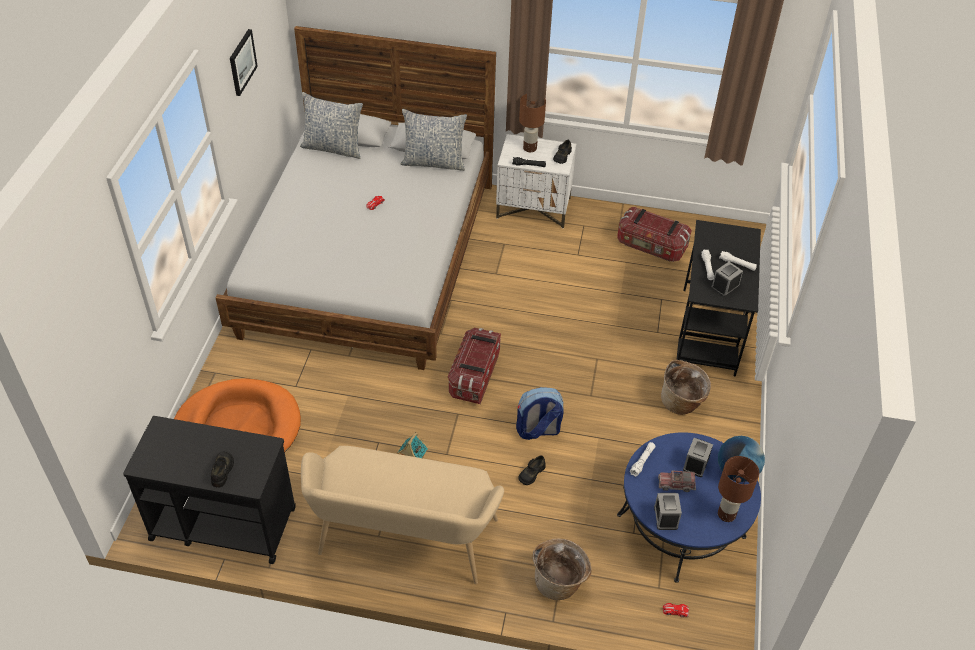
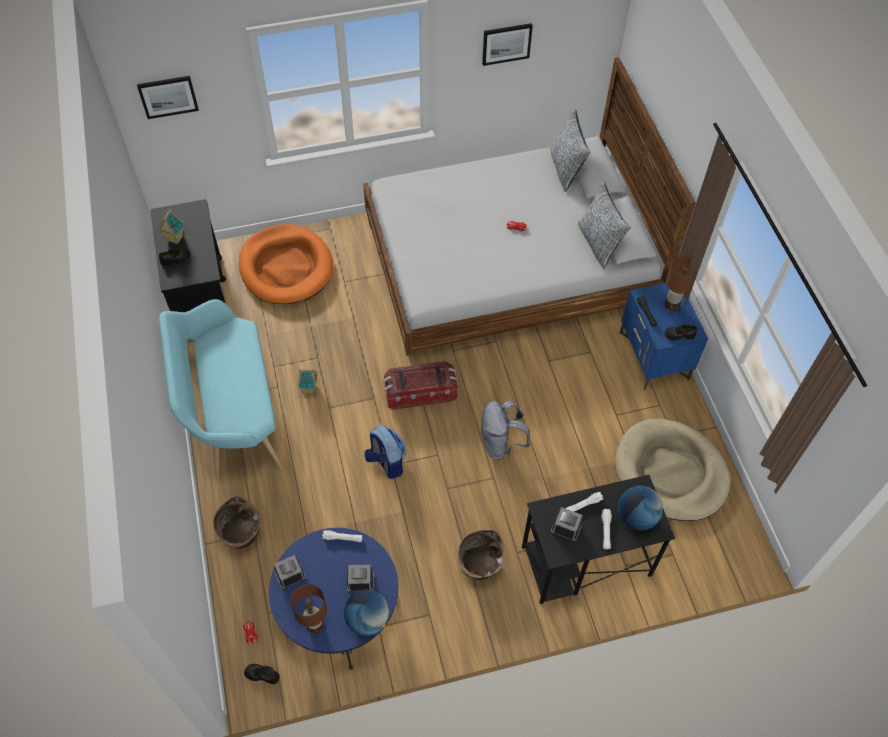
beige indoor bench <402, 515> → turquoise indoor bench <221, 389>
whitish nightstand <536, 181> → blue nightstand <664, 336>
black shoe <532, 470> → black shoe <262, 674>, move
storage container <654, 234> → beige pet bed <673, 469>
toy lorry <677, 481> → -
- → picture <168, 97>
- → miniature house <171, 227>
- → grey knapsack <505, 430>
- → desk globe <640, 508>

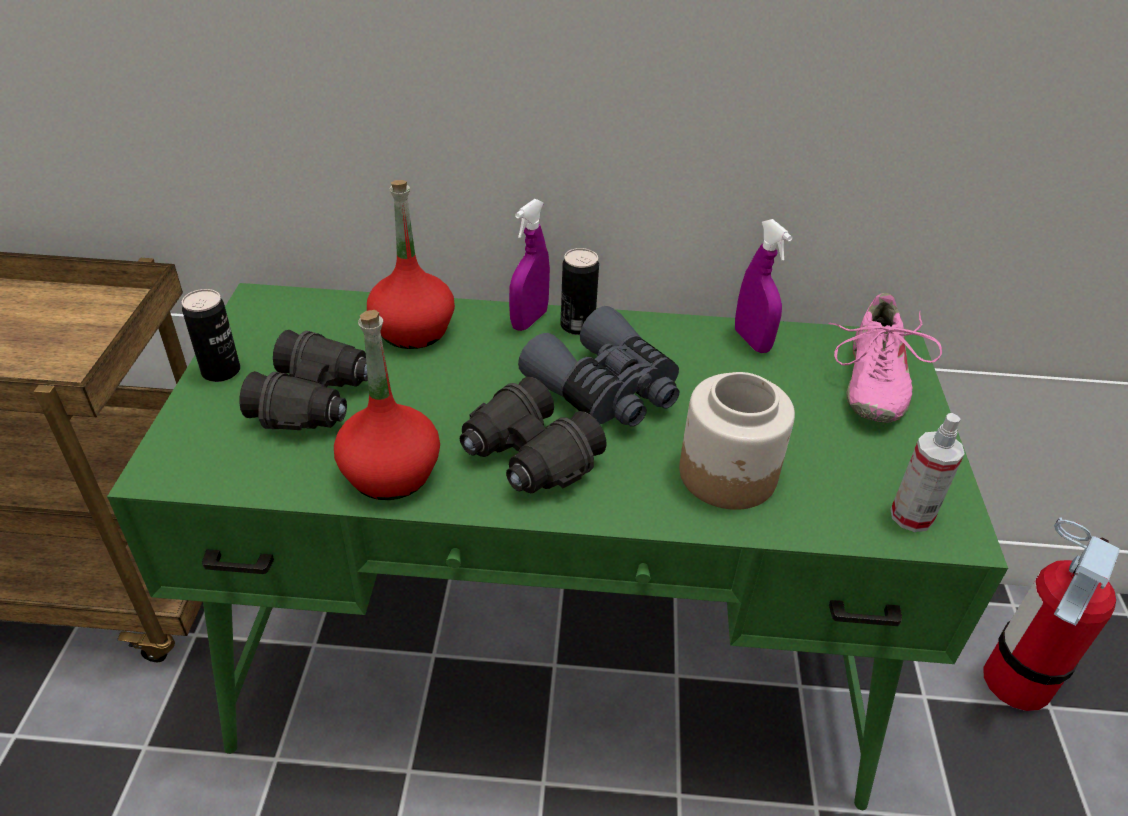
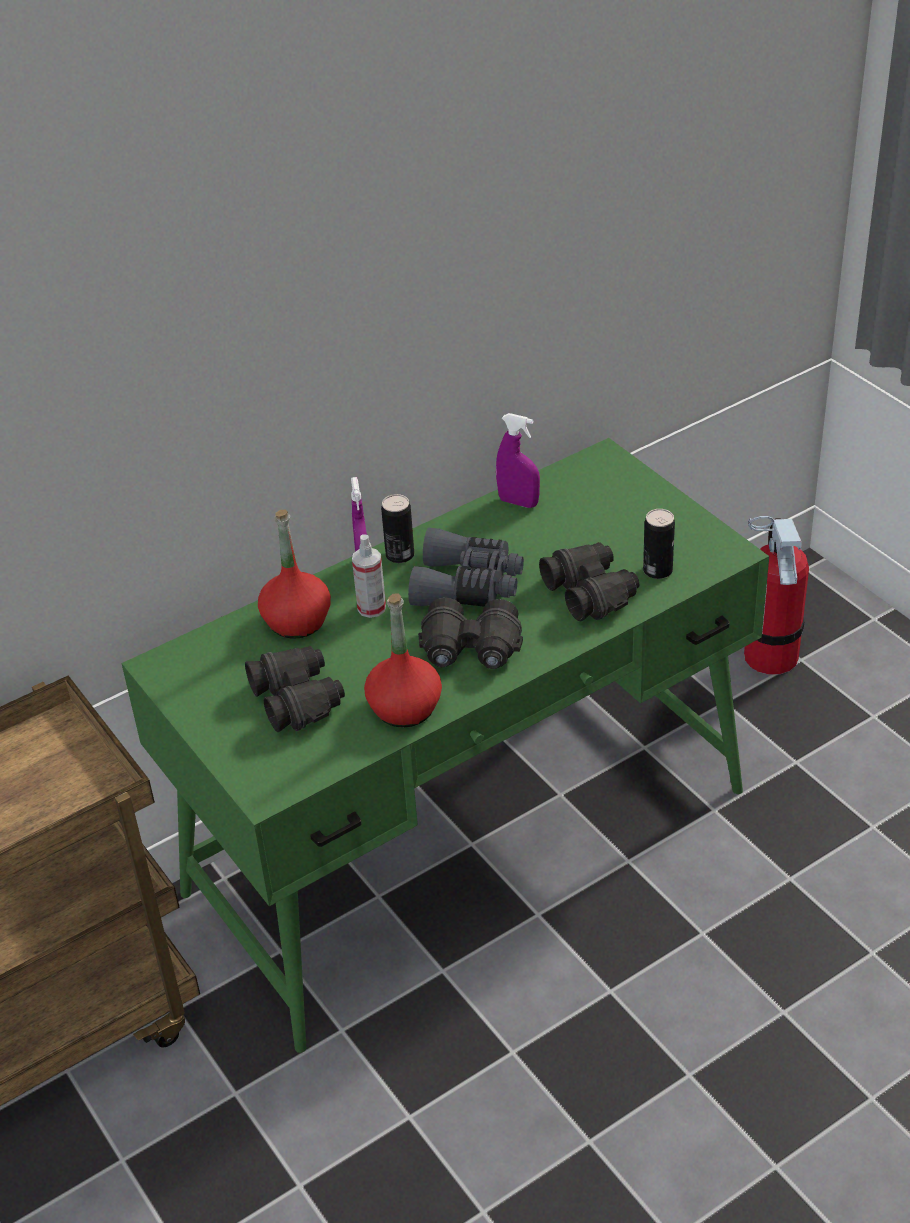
metal can <211, 335> → metal can <659, 544>, move
jar <737, 441> → black field glasses <589, 581>
pink shoe <885, 357> → -
sprayer <928, 472> → sprayer <369, 576>, move

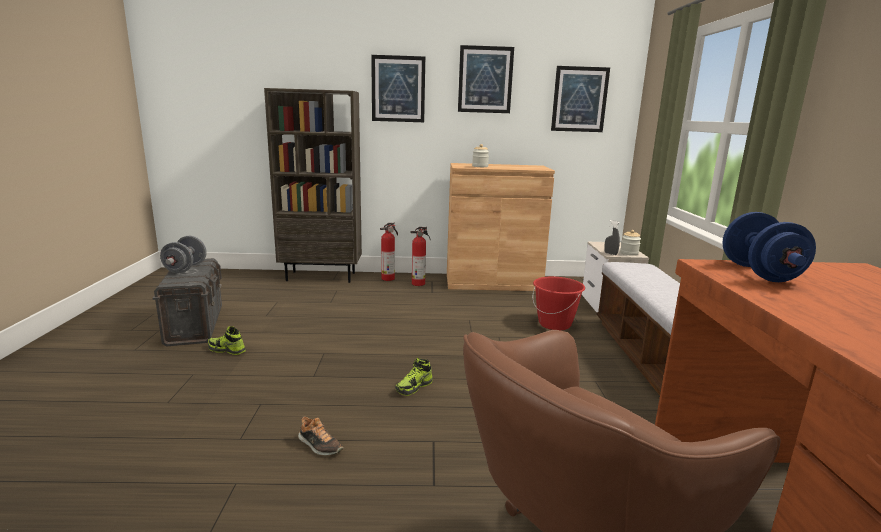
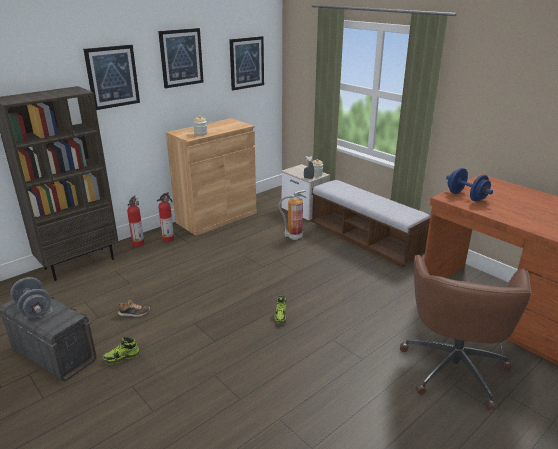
shoe <320, 436> → shoe <134, 308>, move
red pail <559, 303> → extinguisher <292, 215>

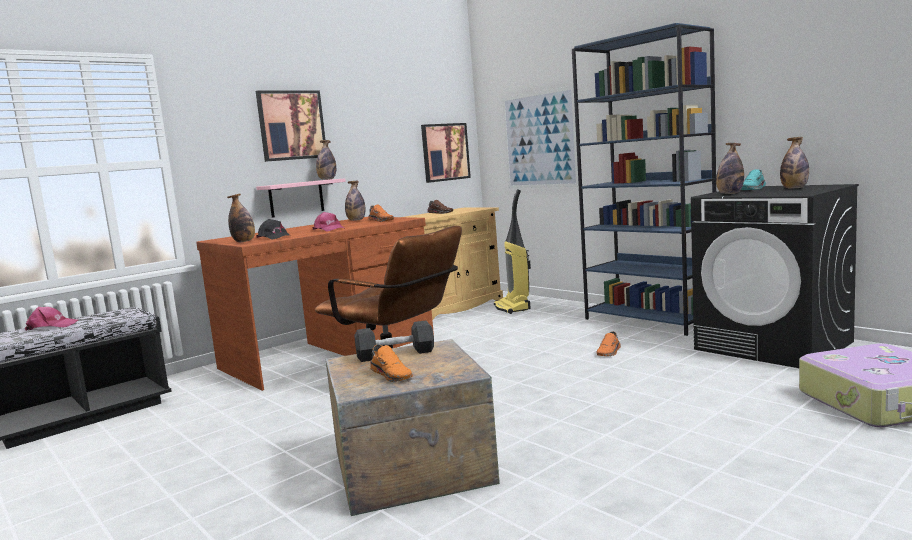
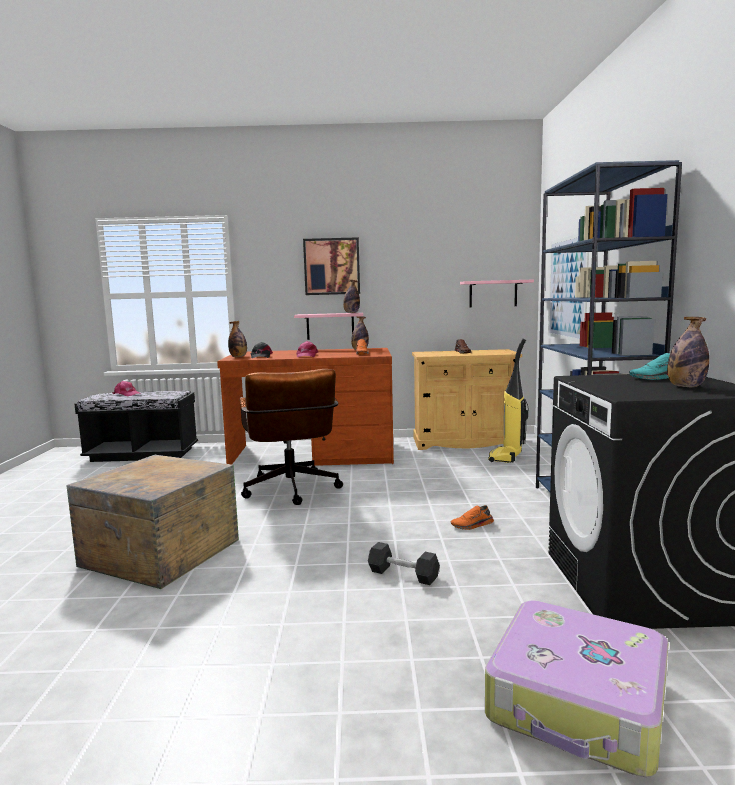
black free weight <394, 341> → black free weight <404, 563>, move
orange-coloured shoe <391, 363> → -
picture <446, 153> → pink wall shelf <497, 294>
drink bottle <730, 168> → -

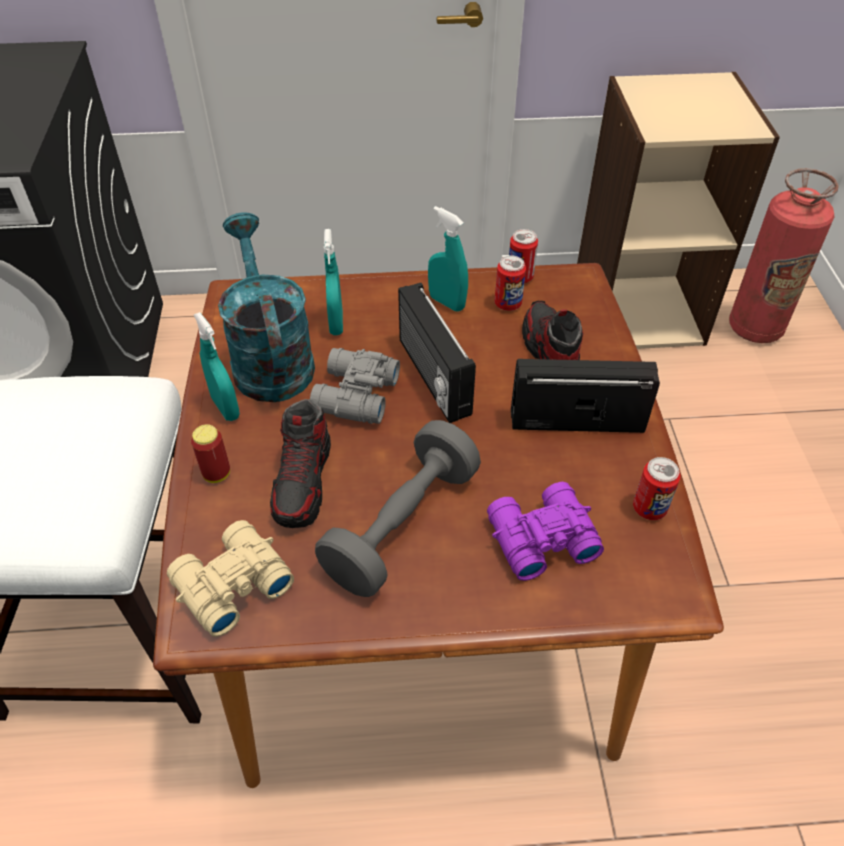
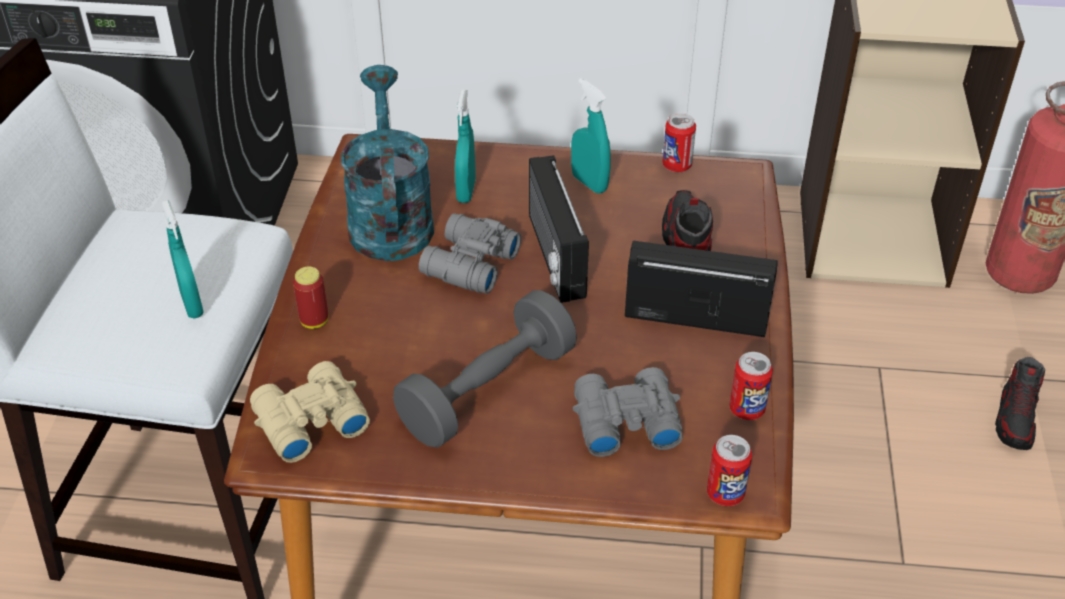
turquoise sprayer <217, 366> → turquoise sprayer <183, 259>, move
shoe <300, 463> → shoe <1020, 403>, move
purple-coloured field glasses <545, 531> → grey field glasses <628, 412>
metal can <510, 283> → metal can <729, 470>, move

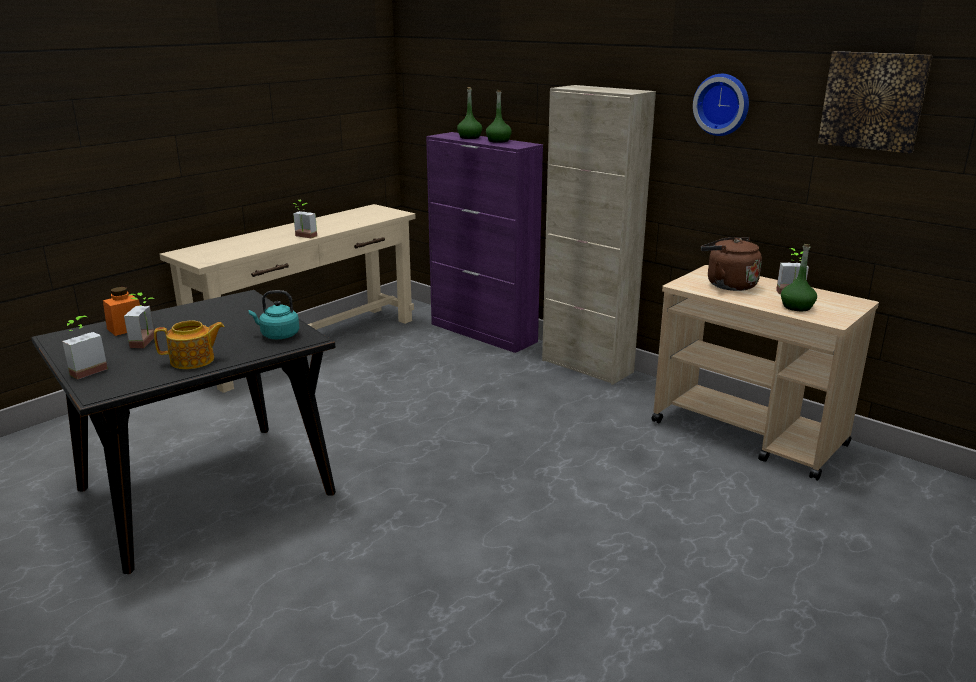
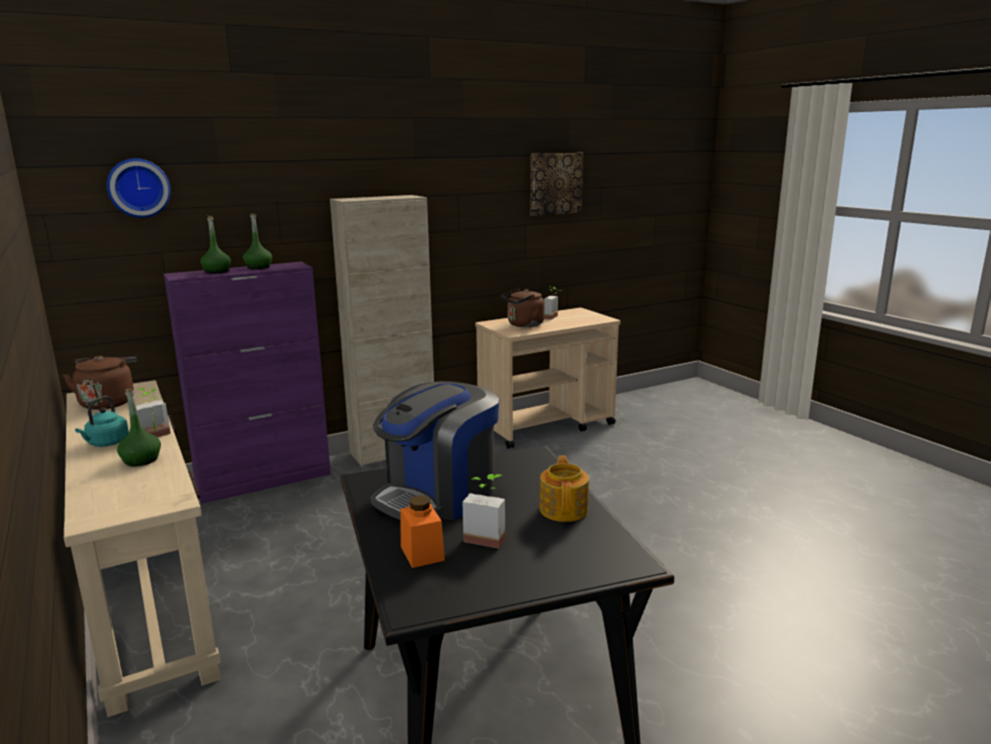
plant in a pot <85, 347> → -
turquoise tea kettle <274, 314> → turquoise tea kettle <102, 421>, move
wall clock <721, 105> → wall clock <139, 188>, move
green-coloured drink bottle <799, 277> → green-coloured drink bottle <139, 427>, move
- → brown-coloured tea kettle <100, 383>
- → coffee brewer <434, 450>

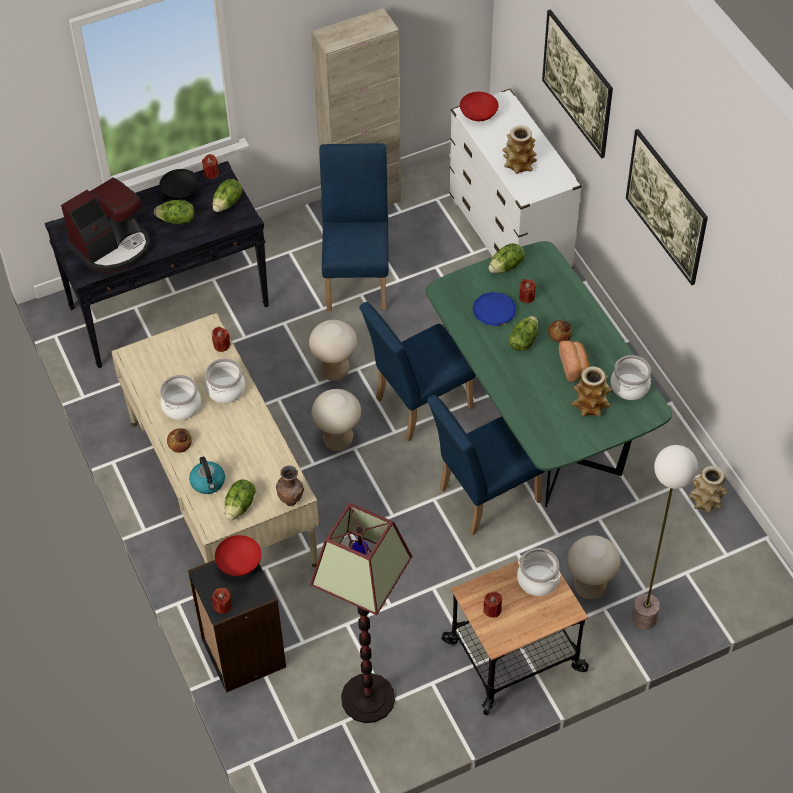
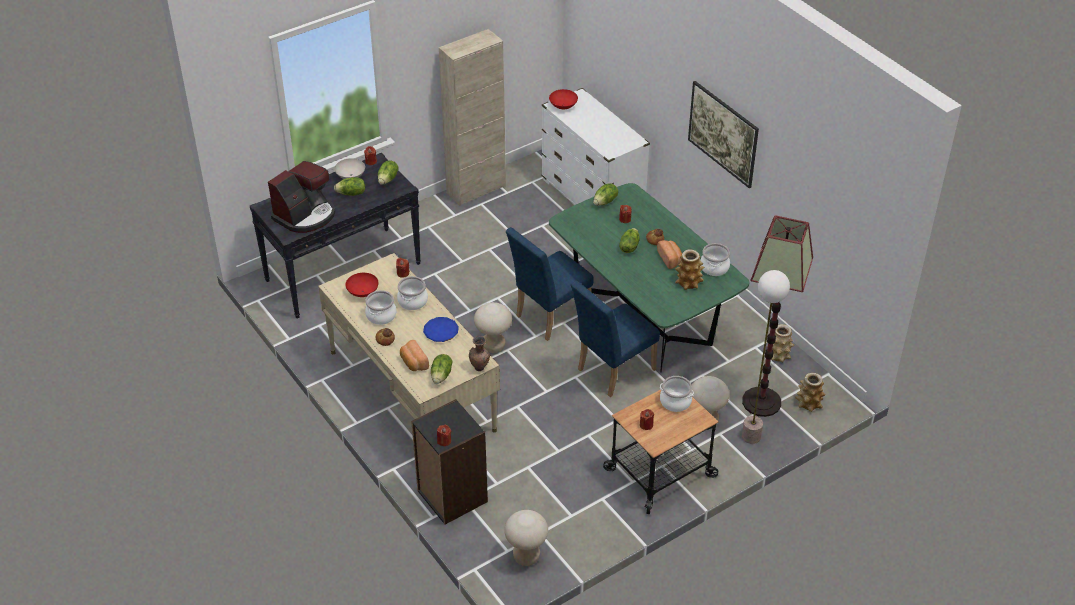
black bowl <179, 184> → whitish bowl <350, 168>
tea kettle <207, 475> → bakery bread <414, 355>
red bowl <238, 555> → red bowl <362, 285>, move
beige stool <333, 350> → beige stool <526, 538>, move
standard lamp <361, 613> → standard lamp <777, 316>, move
blue chair <354, 227> → -
blue dinner plate <494, 309> → blue dinner plate <441, 329>, move
vase <519, 150> → vase <810, 392>, move
picture <577, 84> → -

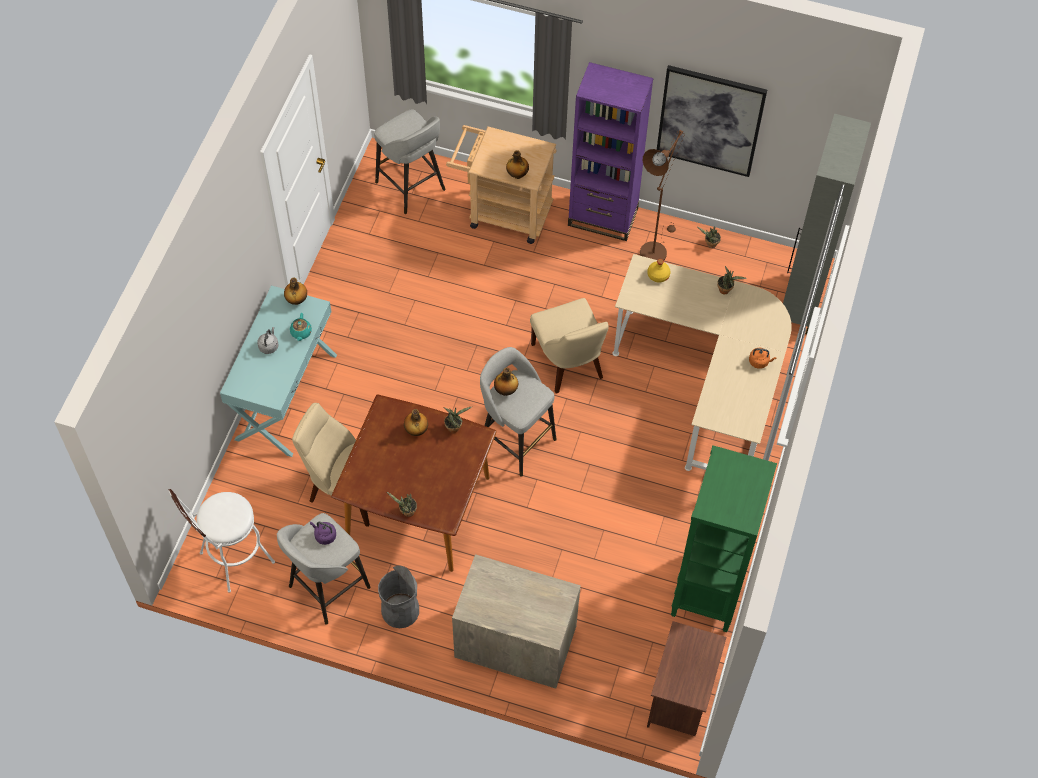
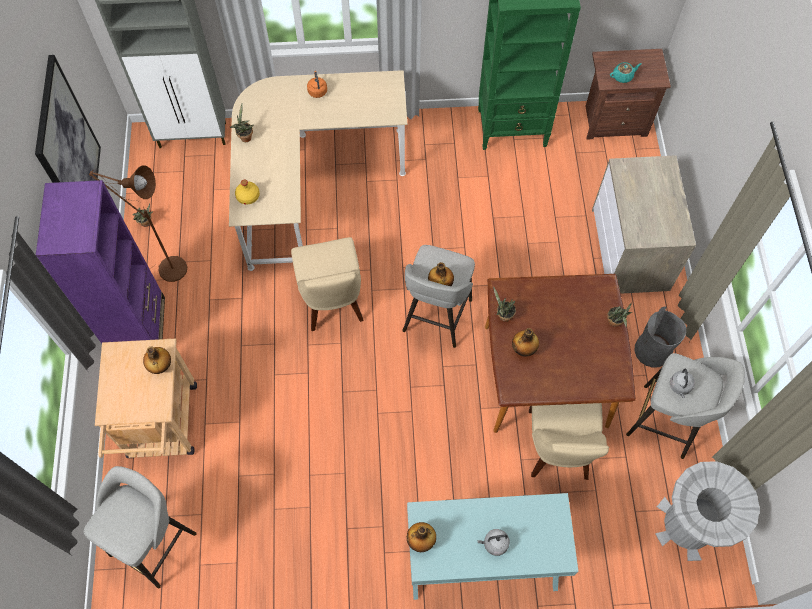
whitish stool <221, 541> → grey rubbish bin <707, 511>
turquoise tea pot <301, 327> → turquoise tea pot <626, 72>, move
purple-coloured tea kettle <323, 533> → grey tea kettle <682, 383>
beige chair <569, 346> → beige chair <327, 284>, 120 degrees clockwise

